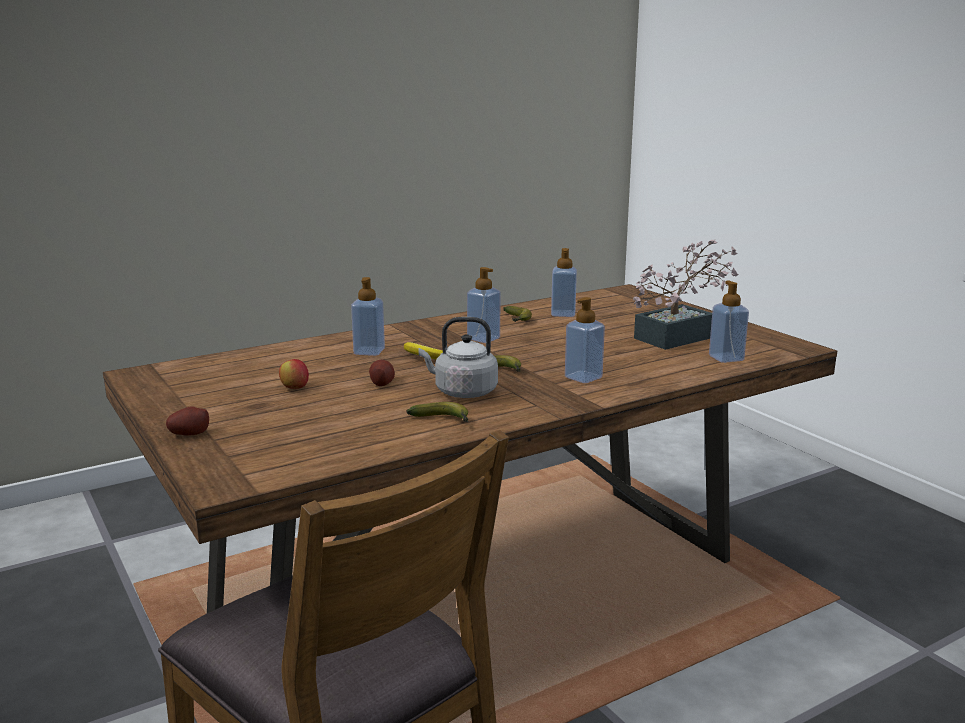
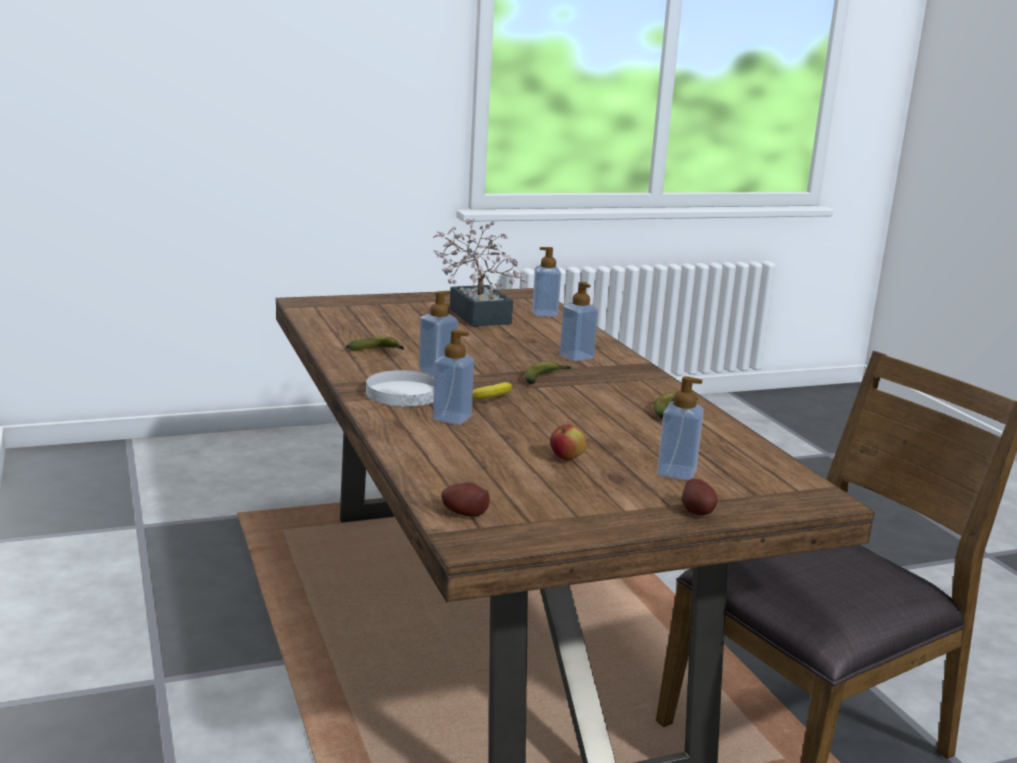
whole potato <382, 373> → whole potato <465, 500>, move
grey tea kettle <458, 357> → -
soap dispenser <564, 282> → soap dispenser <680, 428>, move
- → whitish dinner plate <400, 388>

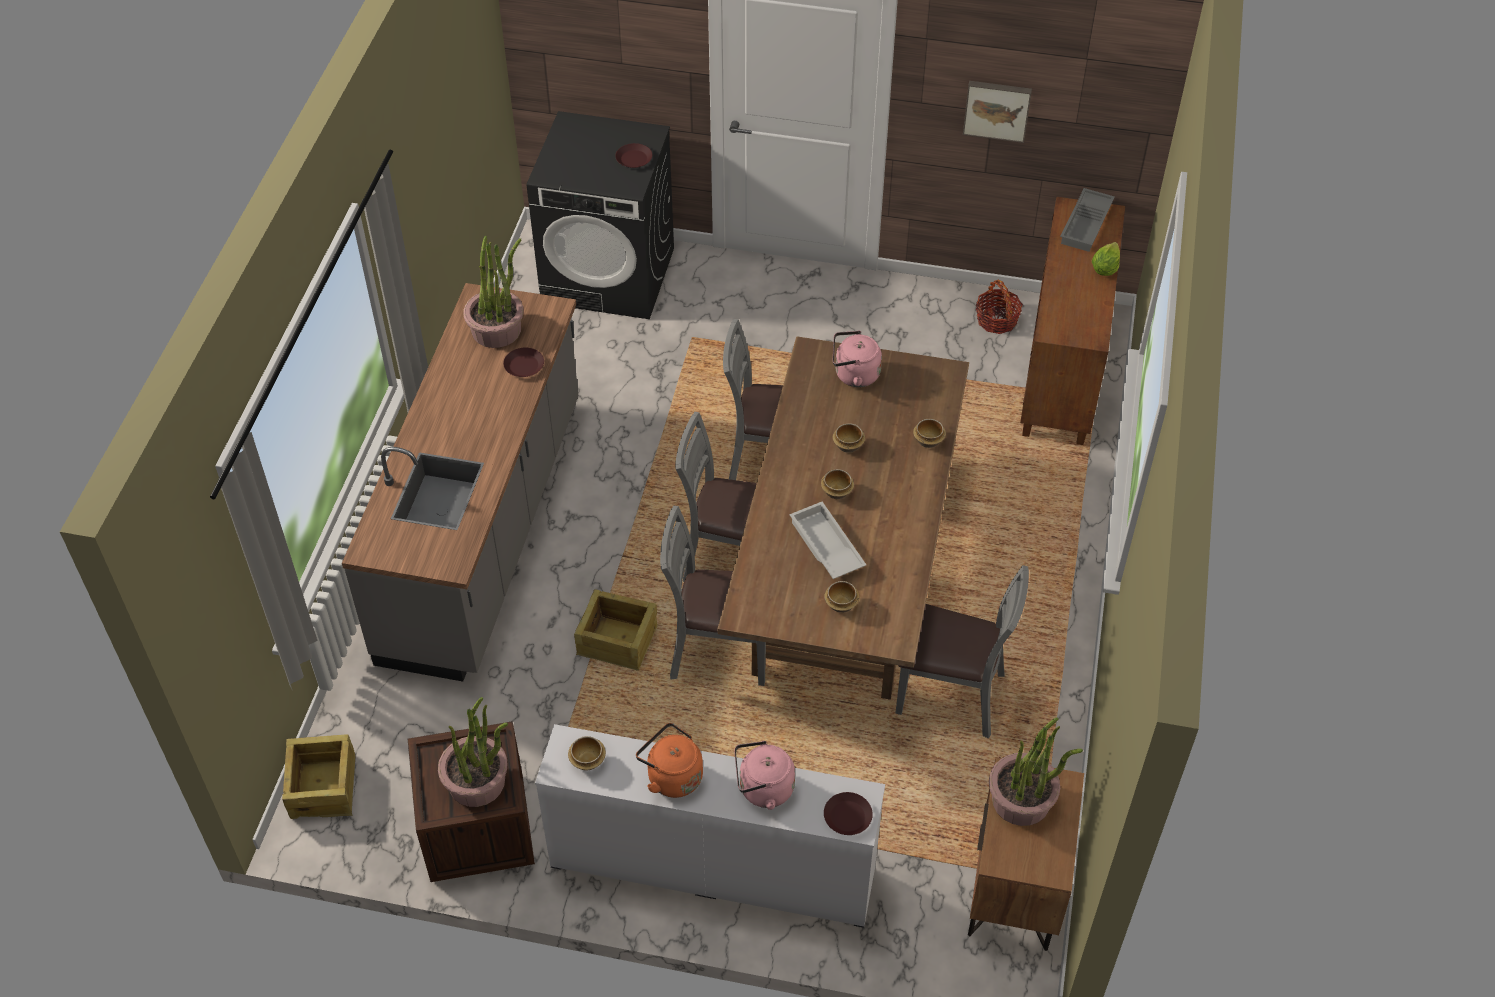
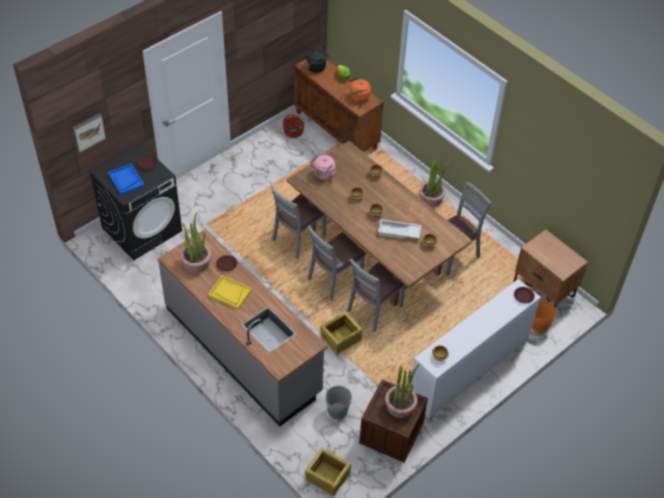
orange-coloured tea kettle <669, 760> → orange-coloured tea kettle <359, 90>, move
pink tea kettle <764, 775> → -
picture <997, 112> → picture <89, 133>, move
plant in a pot <1036, 772> → plant in a pot <435, 183>, move
grey carrying tray <1087, 220> → black tea kettle <318, 60>
- → blue carrying tray <126, 179>
- → yellow carrying tray <230, 292>
- → grey pail <338, 403>
- → orange-coloured pail <544, 317>

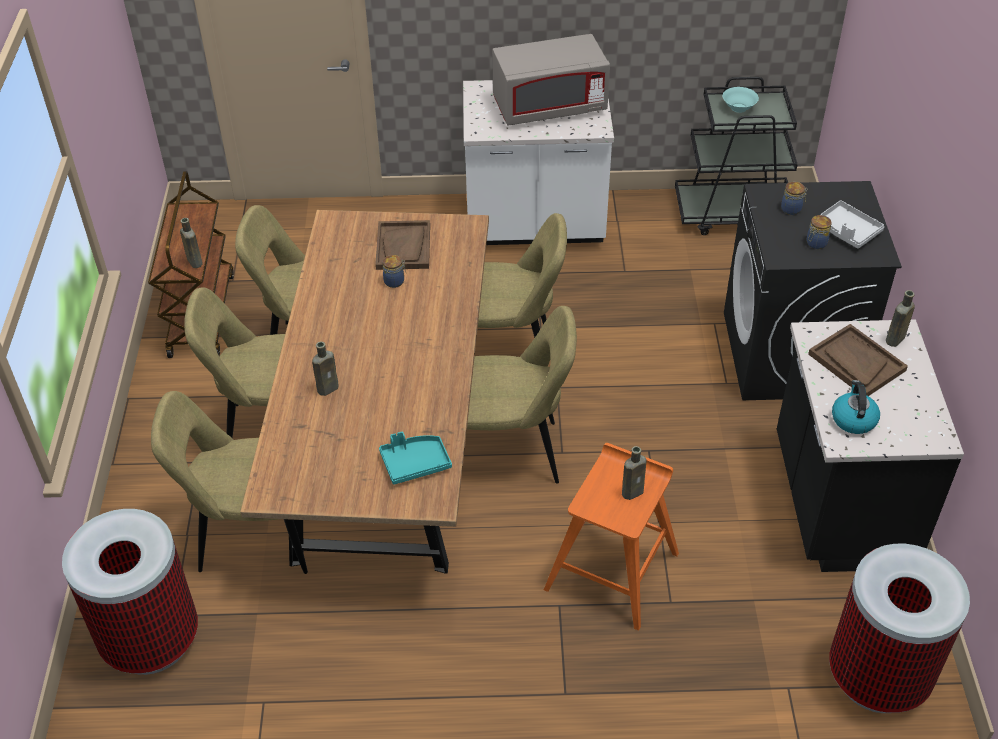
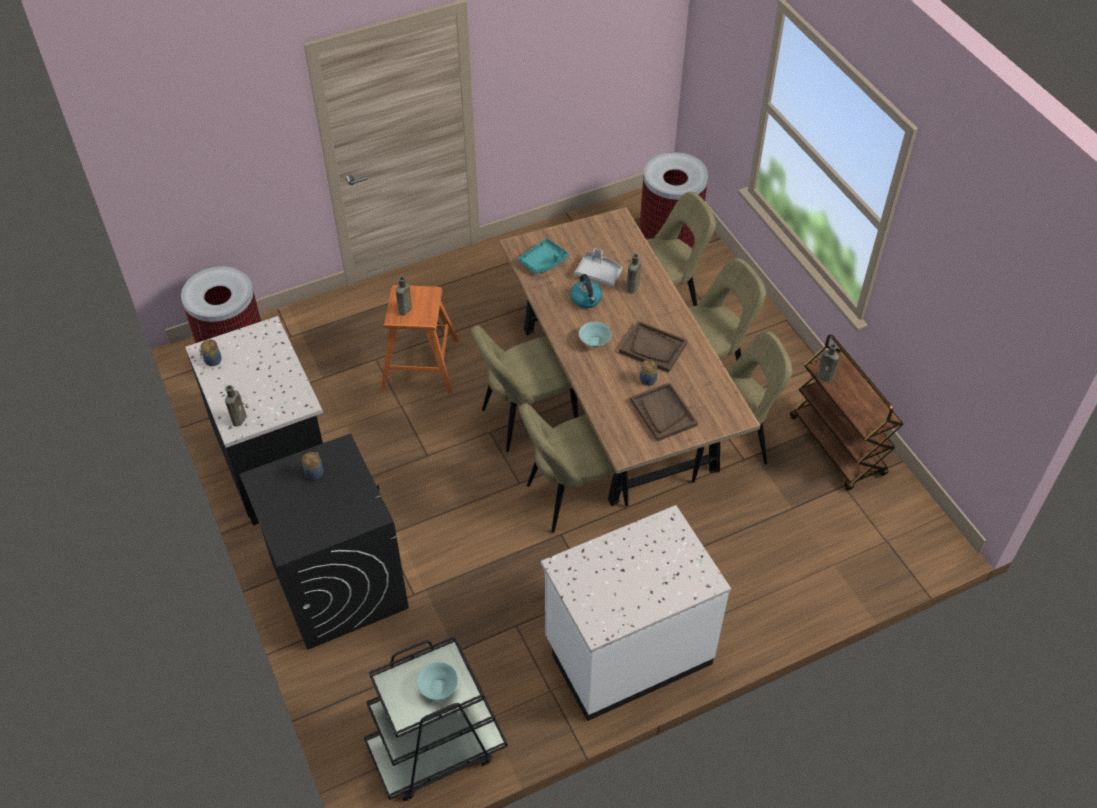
grey microwave oven <551, 80> → -
jar <794, 198> → jar <210, 353>, move
brown-coloured carrying tray <858, 360> → brown-coloured carrying tray <653, 347>, move
grey carrying tray <853, 224> → grey carrying tray <598, 267>, move
tea kettle <856, 407> → tea kettle <586, 291>, move
- → turquoise bowl <595, 334>

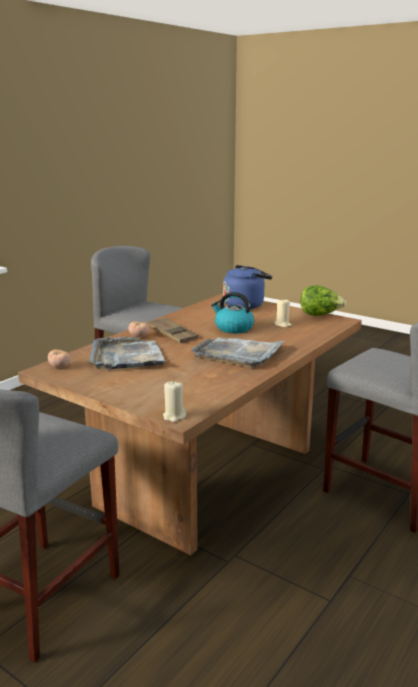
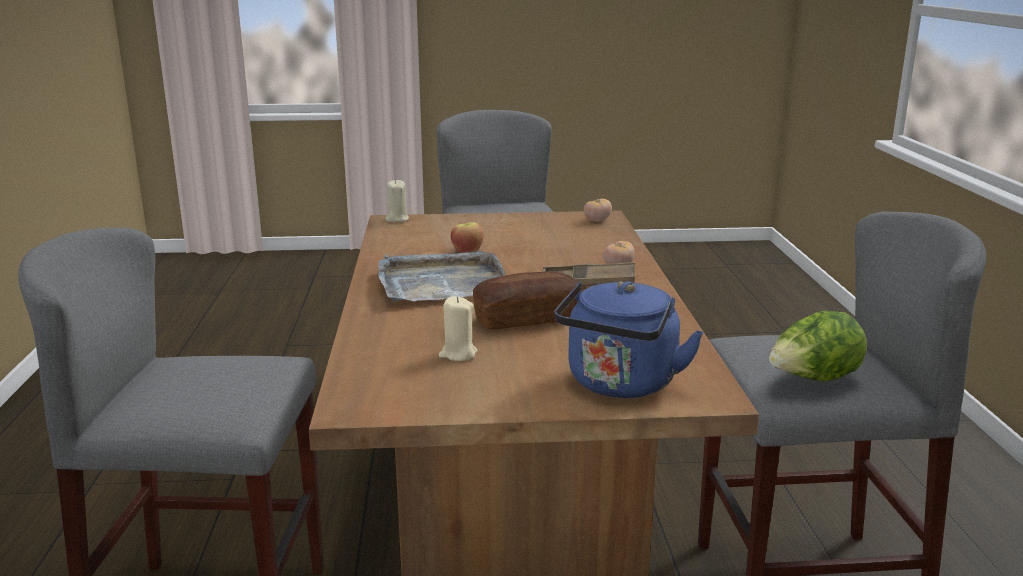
grey carrying tray <127, 353> → -
tea kettle <232, 312> → bakery bread <527, 300>
lettuce <323, 300> → lettuce <818, 346>, move
- → apple <467, 237>

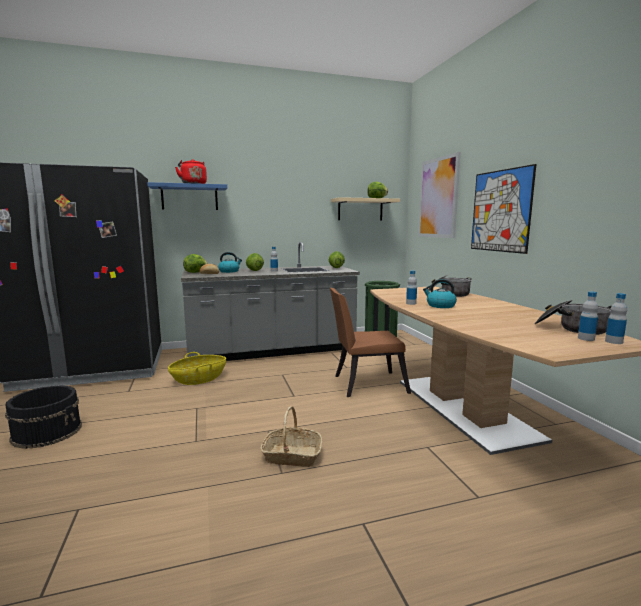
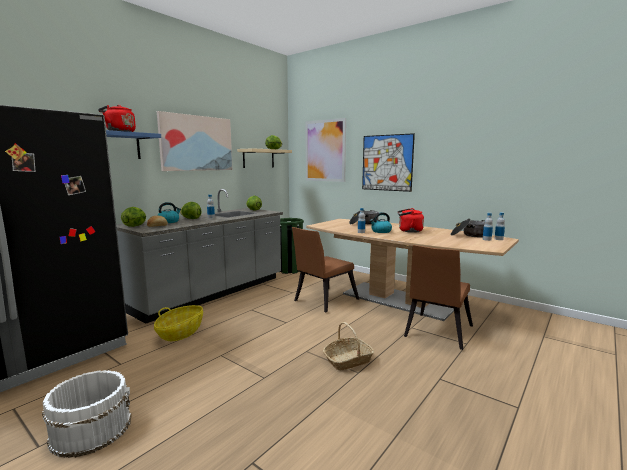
black pail <43, 417> → whitish pail <86, 414>
- → picture <194, 141>
- → red tea kettle <410, 220>
- → brown-coloured chair <438, 297>

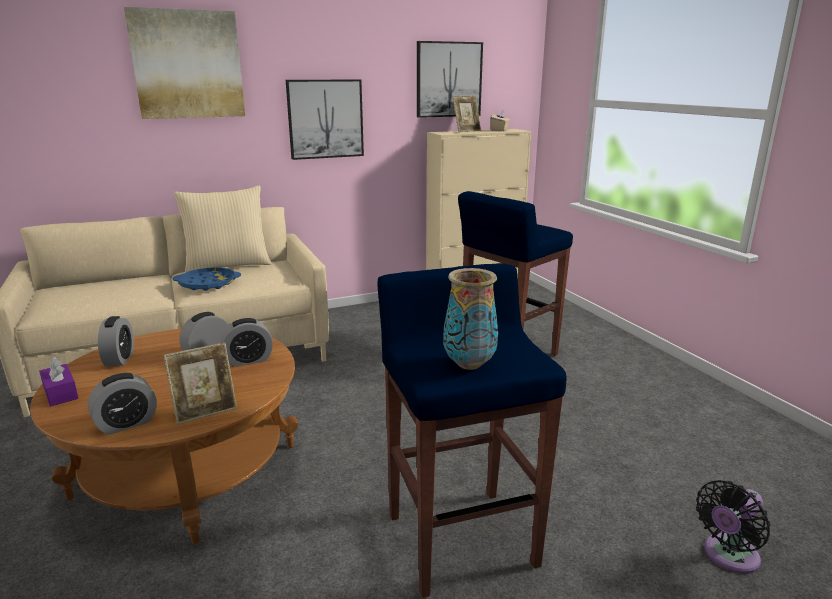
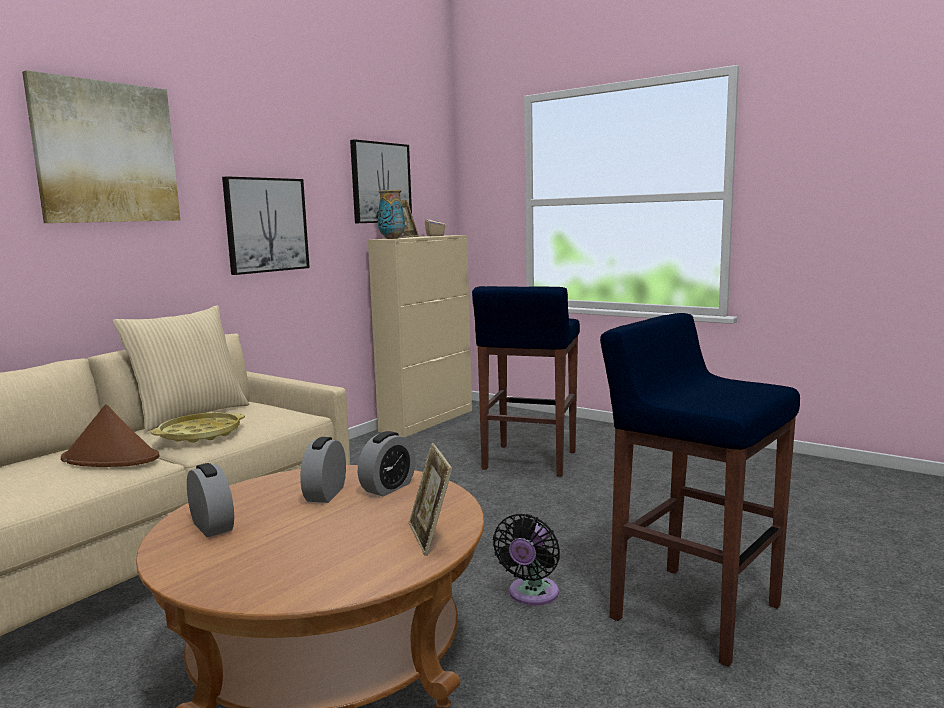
purple-coloured box of tissues <58, 381> → -
alarm clock <122, 404> → -
picture frame <200, 384> → picture frame <431, 499>, 135 degrees clockwise
blue carrying tray <207, 279> → yellow carrying tray <198, 428>
vase <470, 319> → vase <391, 214>, move
black electric fan <733, 527> → black electric fan <526, 559>, move
- → brown-coloured hat <110, 435>

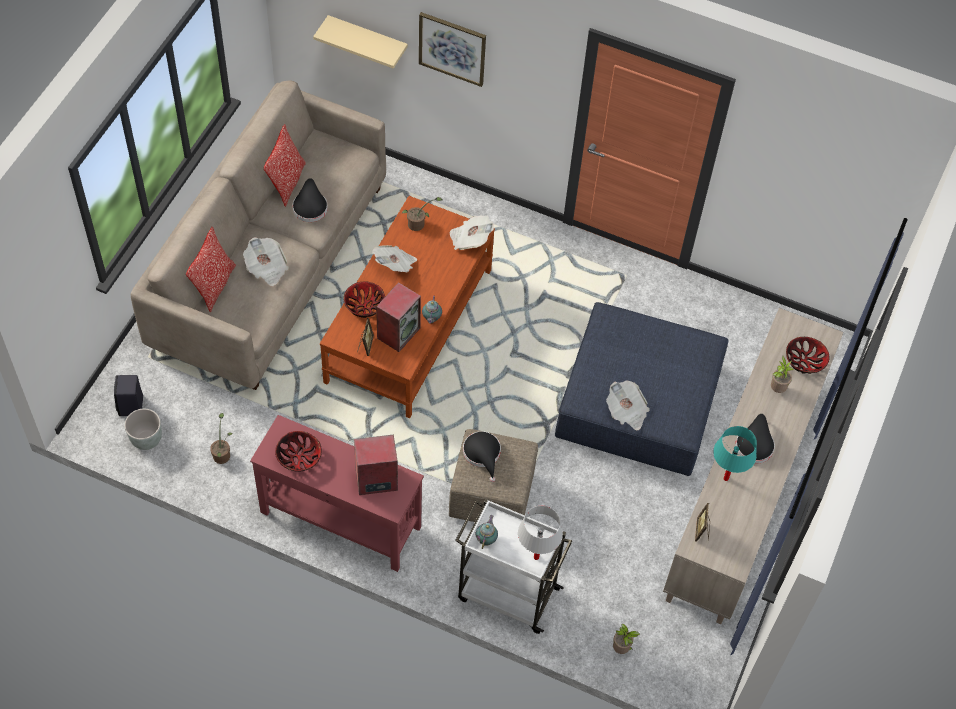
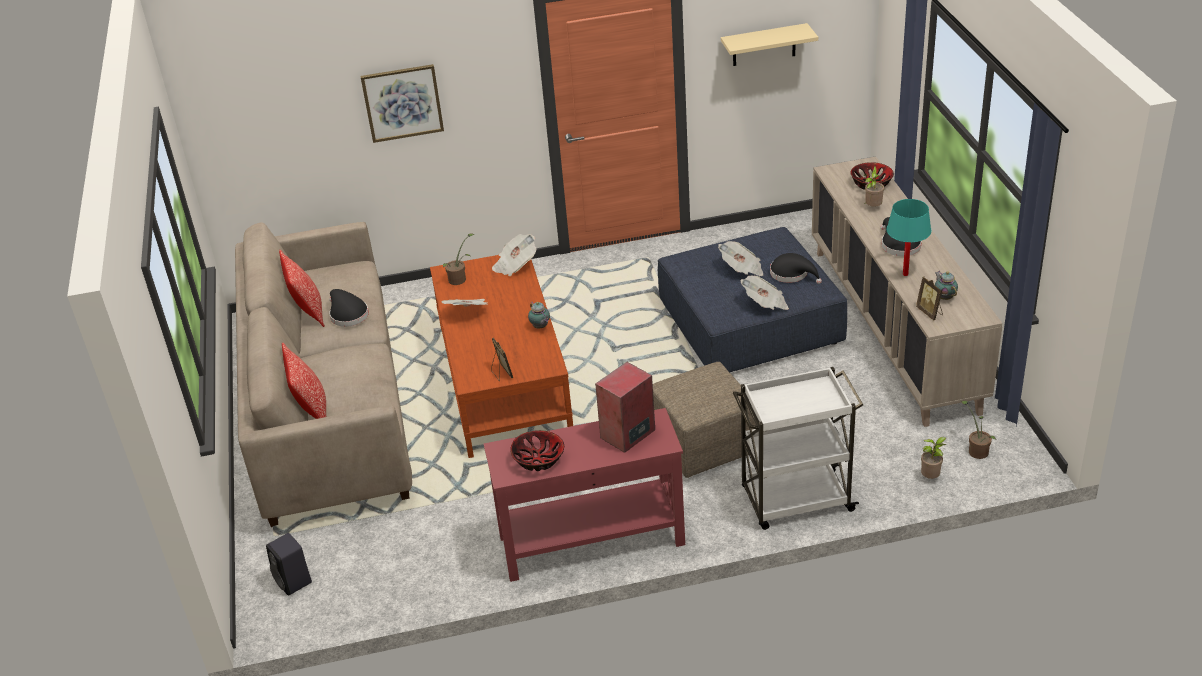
grey flower pot <143, 429> → -
plant in a pot <221, 438> → plant in a pot <978, 430>, move
newspaper <266, 261> → newspaper <740, 258>, move
beige wall shelf <360, 42> → beige wall shelf <769, 44>, move
bowl <364, 300> → -
audio speaker <398, 317> → -
black hat <482, 456> → black hat <796, 268>, move
tea pot <487, 532> → tea pot <946, 285>, move
whitish tabletop lamp <540, 533> → -

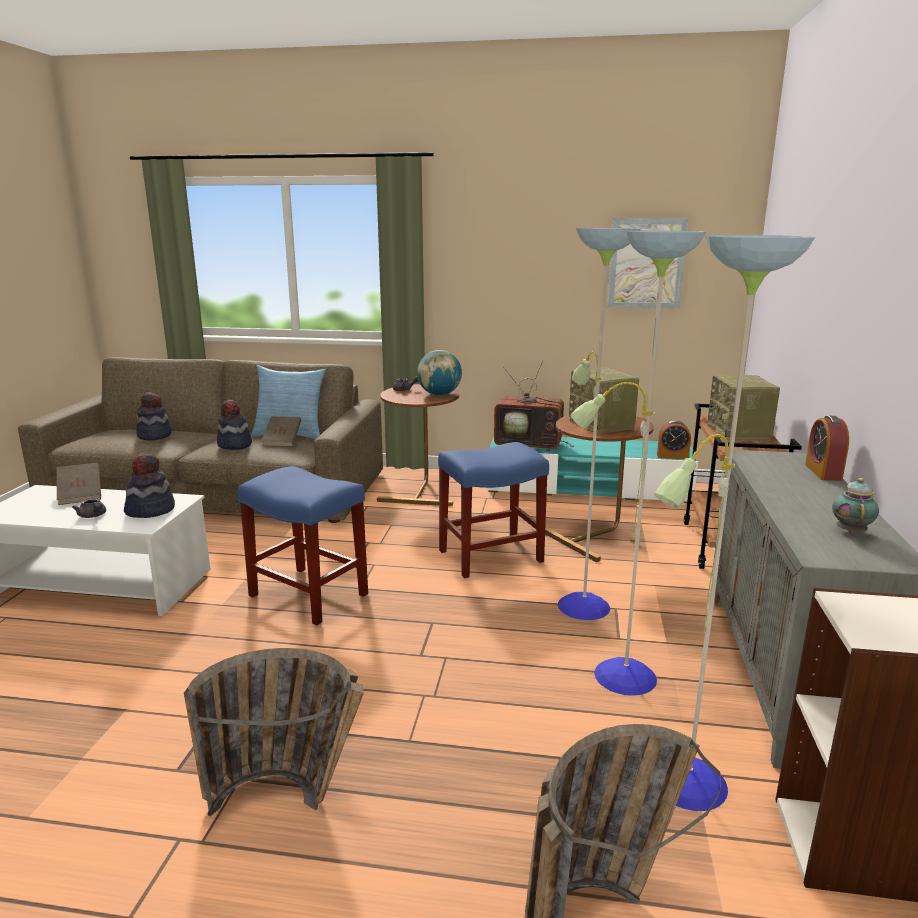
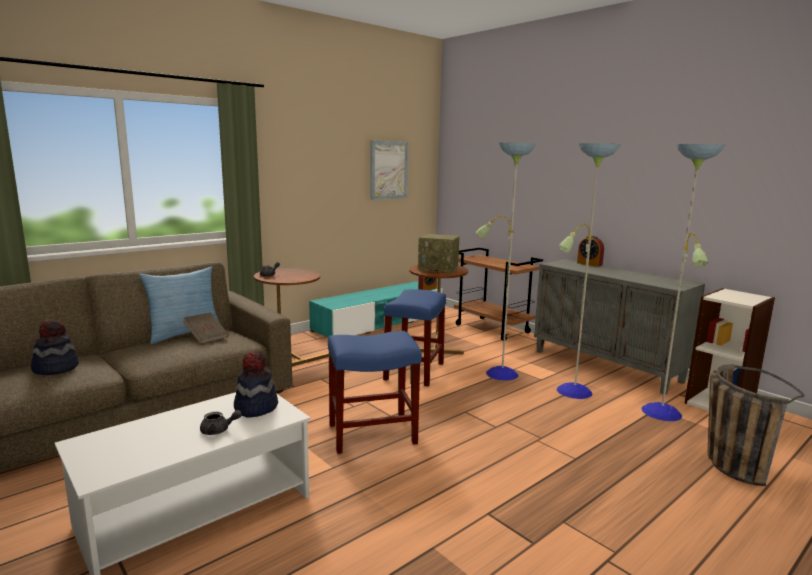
brown-coloured bound book <79, 484> → -
storage basket <274, 732> → -
hat <234, 425> → -
desk globe <439, 372> → -
television <534, 405> → -
radio <744, 408> → -
tea pot <855, 506> → -

